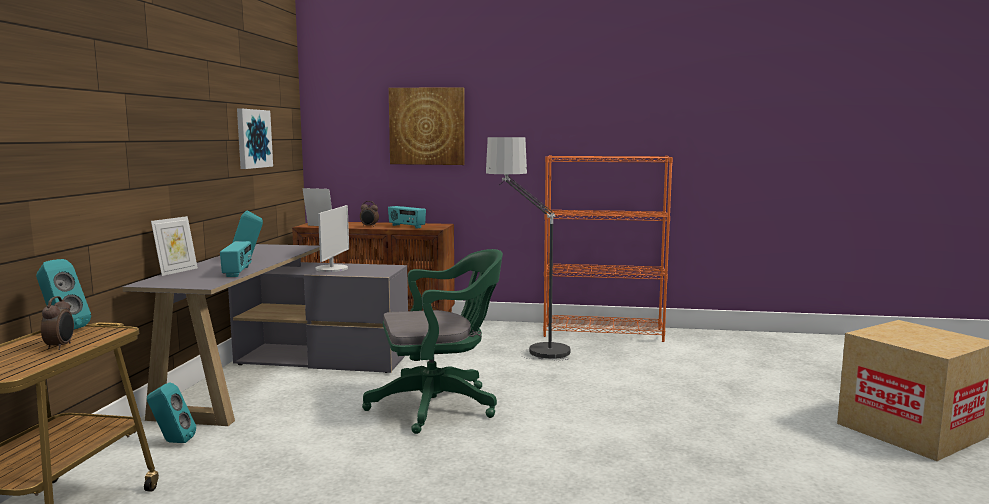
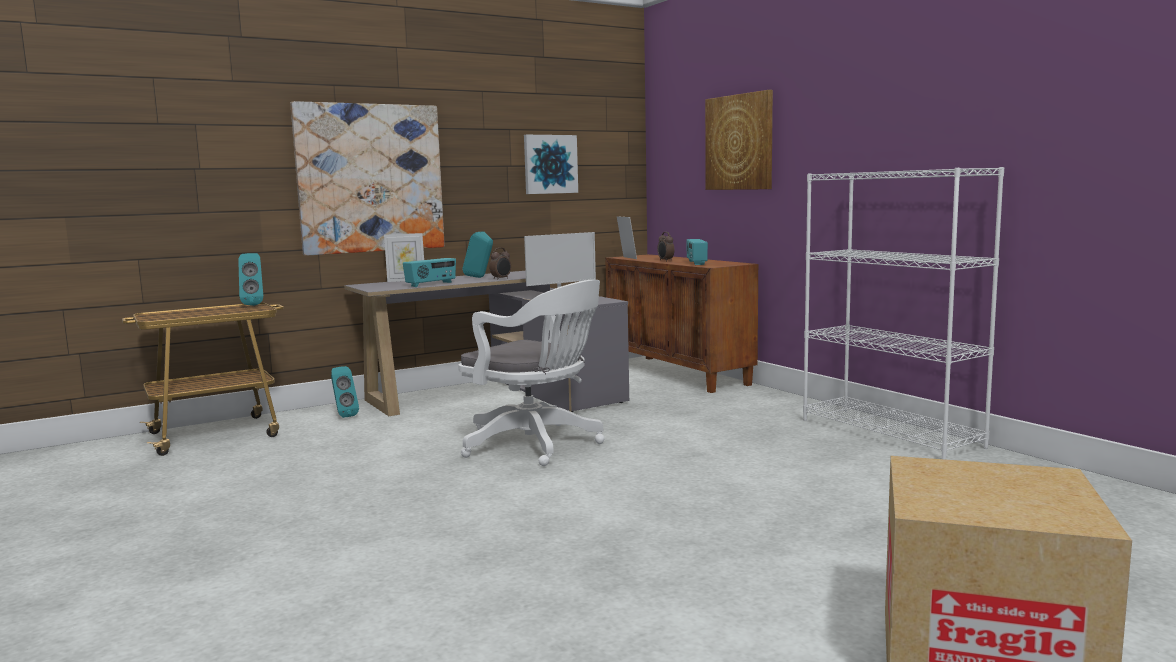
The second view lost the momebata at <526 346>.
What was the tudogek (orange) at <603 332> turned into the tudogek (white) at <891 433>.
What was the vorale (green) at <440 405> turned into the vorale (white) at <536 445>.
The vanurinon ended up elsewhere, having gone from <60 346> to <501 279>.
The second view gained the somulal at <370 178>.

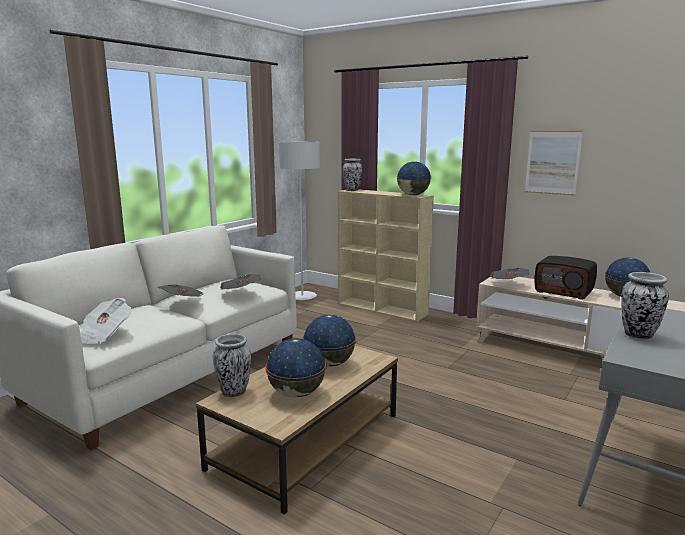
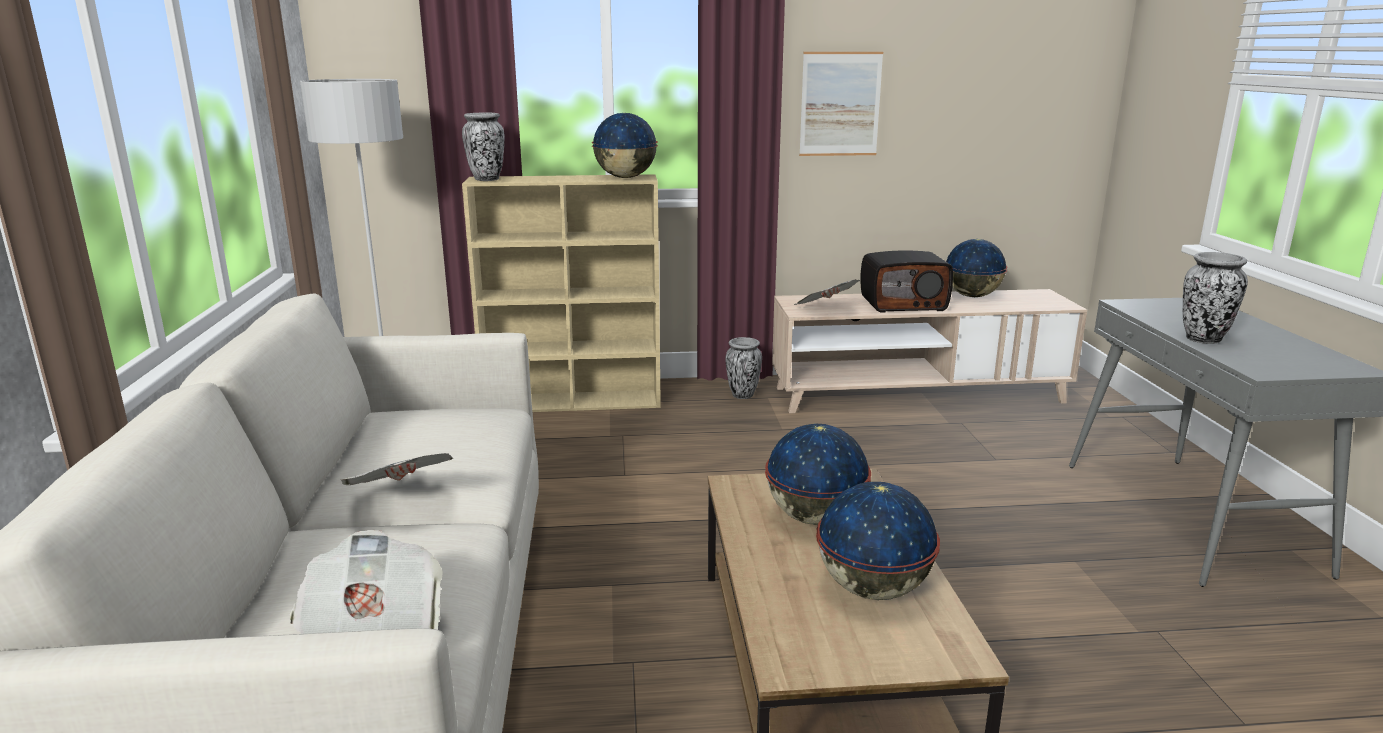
The second view lost the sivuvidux at <241 293>.
The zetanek ended up elsewhere, having gone from <233 392> to <742 395>.

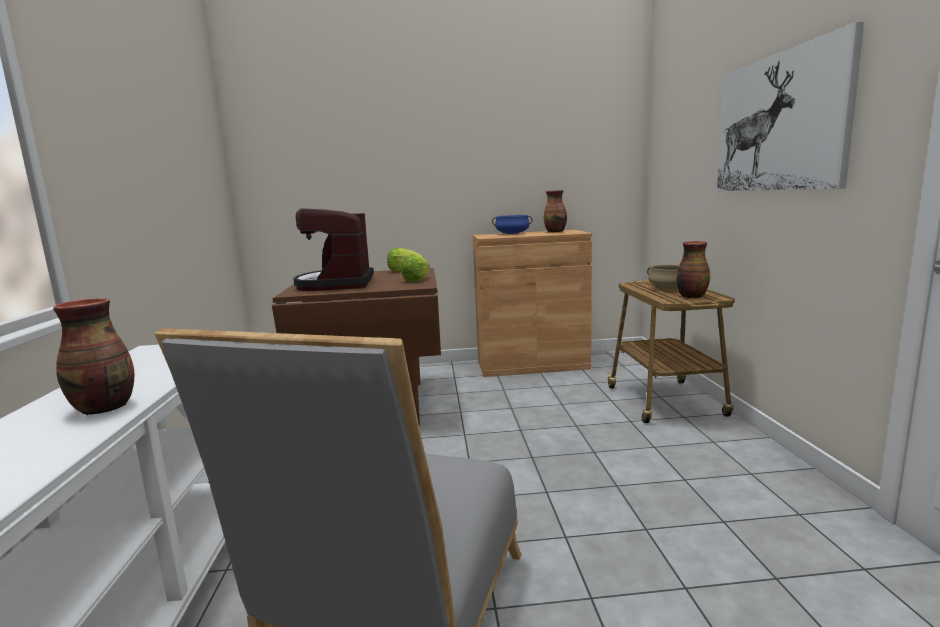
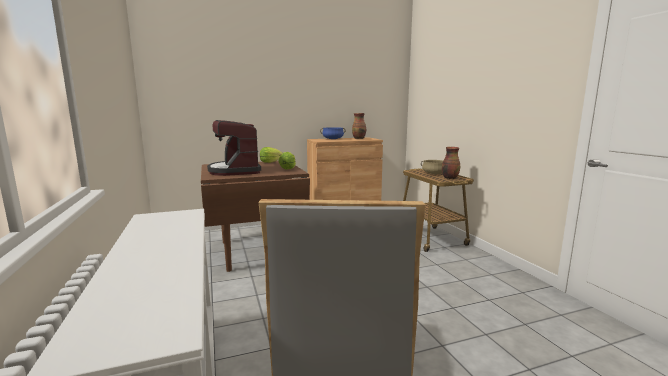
The second view lost the somulal at <778 123>.
The second view lost the zetanek at <106 407>.

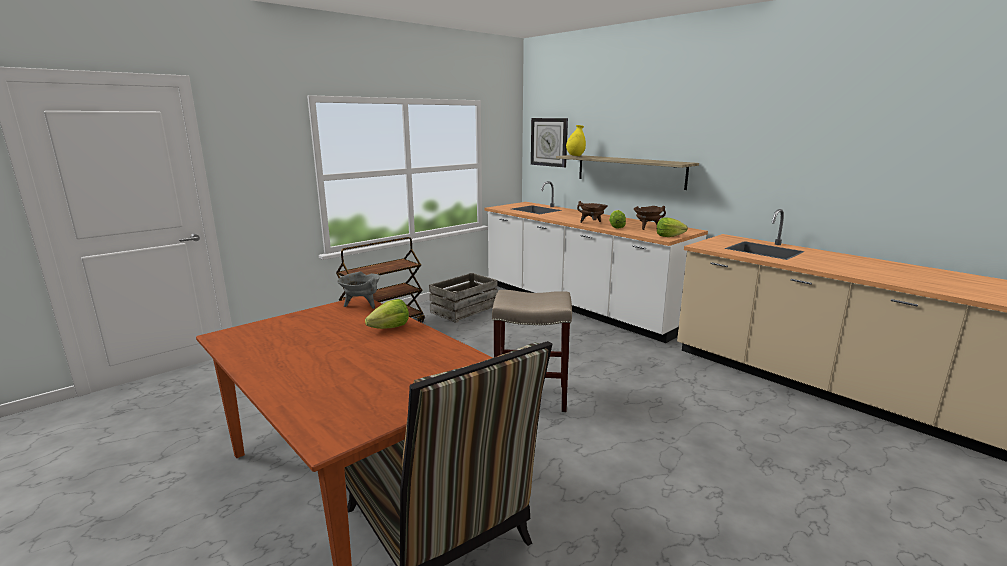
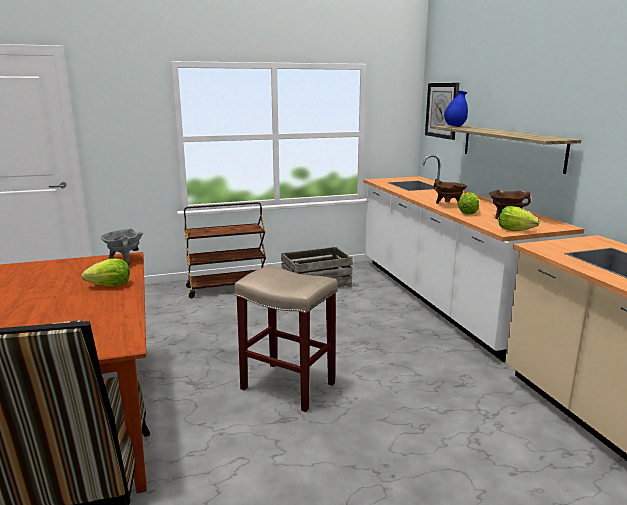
What was the zetanek (yellow) at <575 156> turned into the zetanek (blue) at <455 127>.

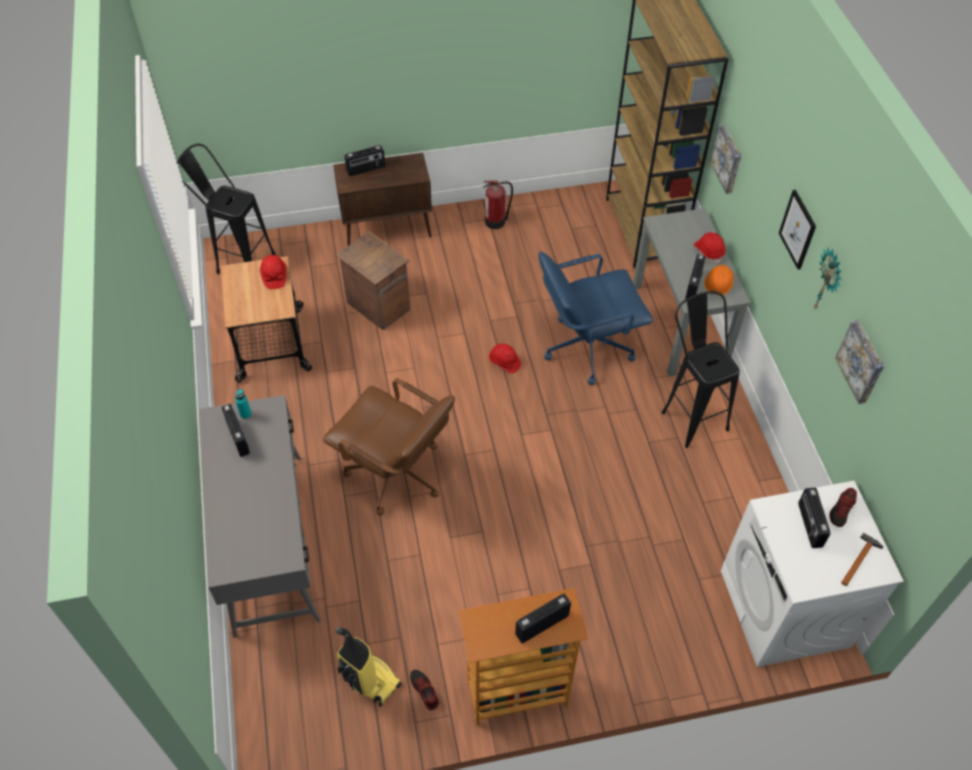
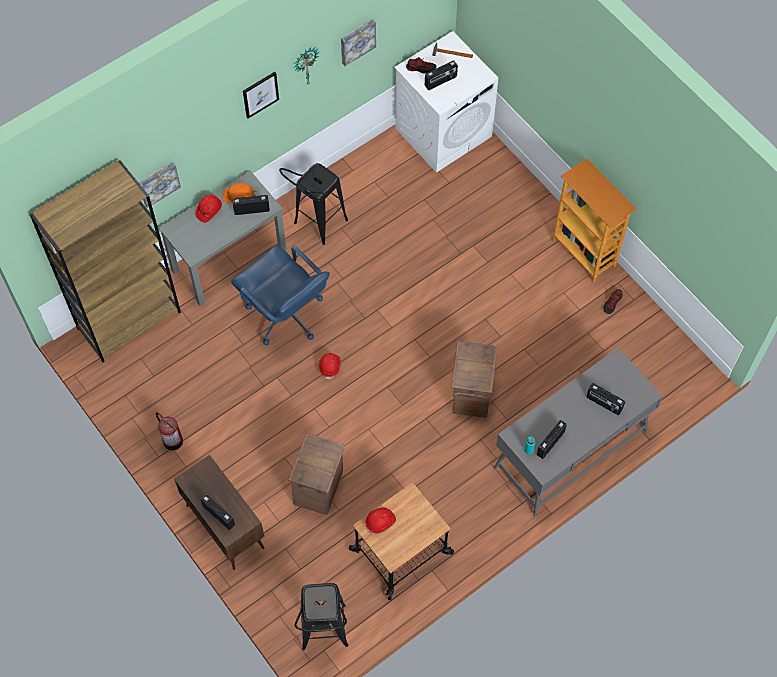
Where the vorale (brown) stood at <395 474>, the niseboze came to stand at <471 394>.
The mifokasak ended up elsewhere, having gone from <541 624> to <603 404>.
The second view lost the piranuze at <368 679>.

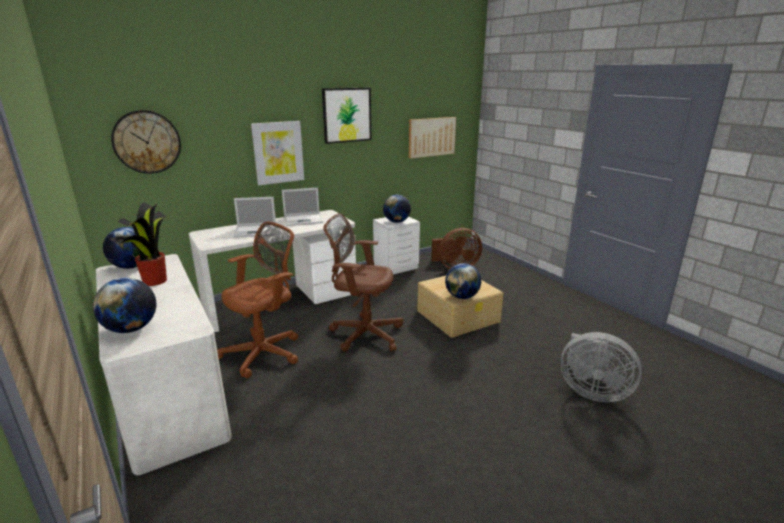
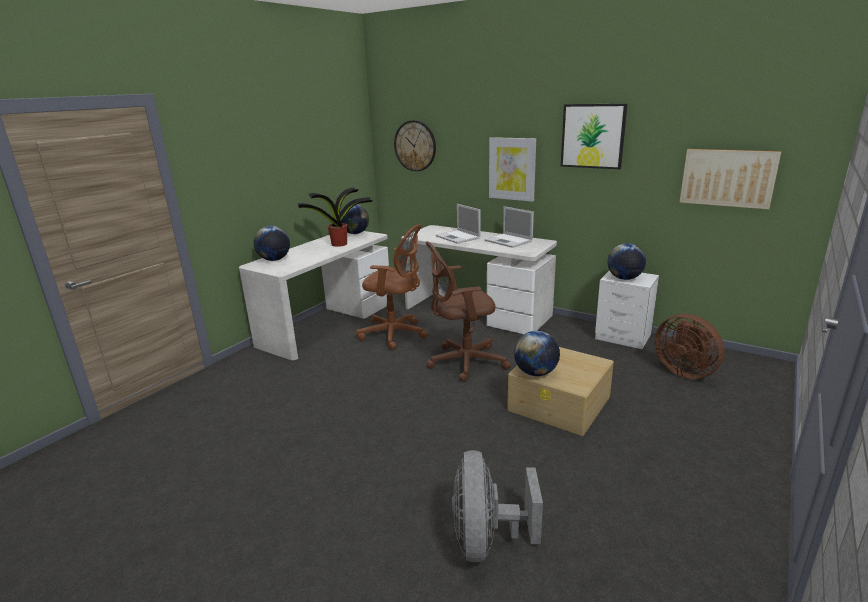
The vorale (brown) at <363 333> ended up facing another way, 90 degrees counterclockwise from before.

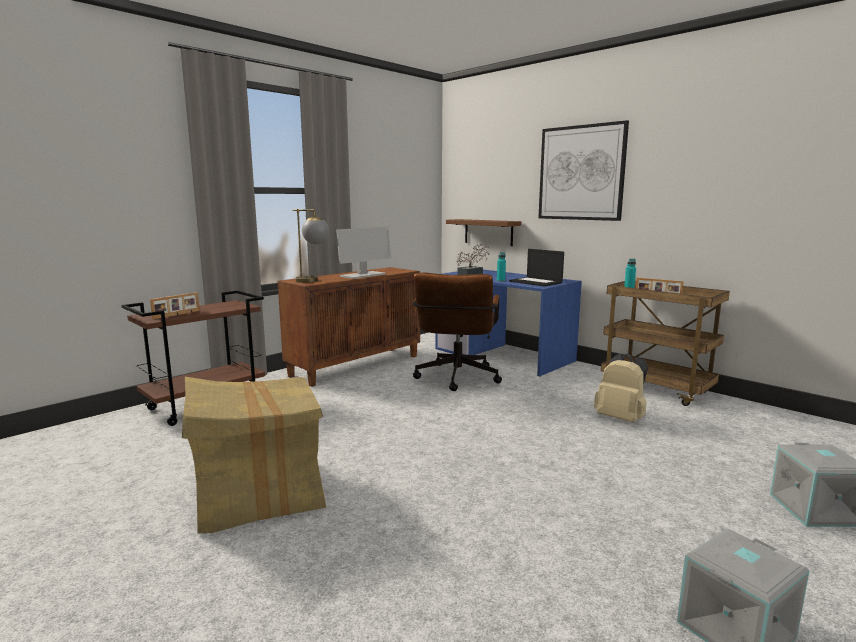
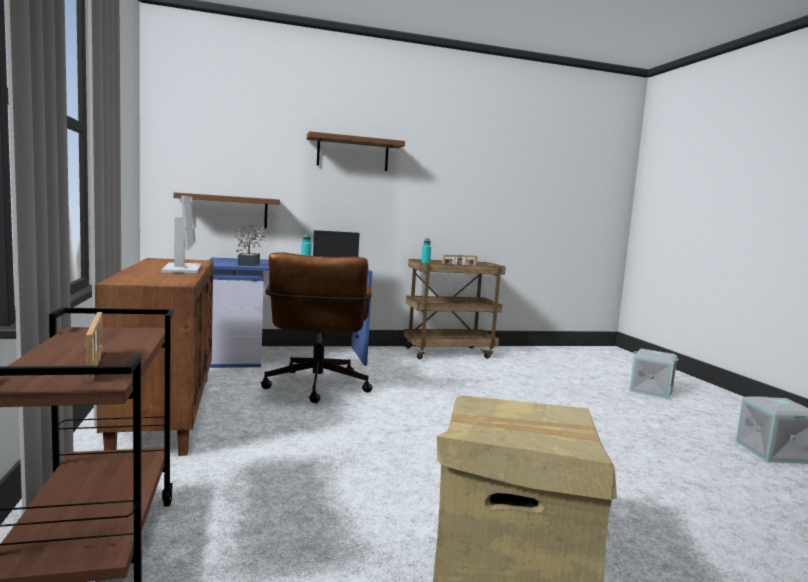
Where the somulal hung at <581 173>, the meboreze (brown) came to hang at <353 153>.
The second view lost the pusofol at <313 281>.
The vorale (brown) at <456 379> ended up facing another way, 45 degrees clockwise from before.
The second view lost the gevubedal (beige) at <621 418>.

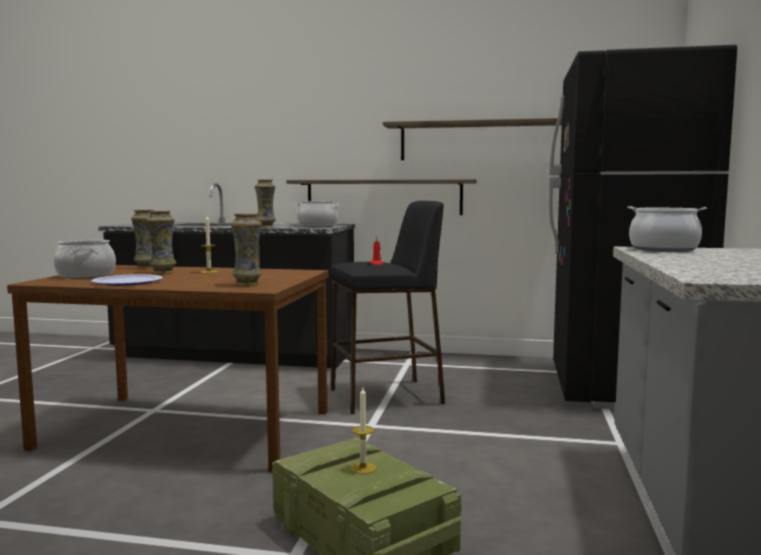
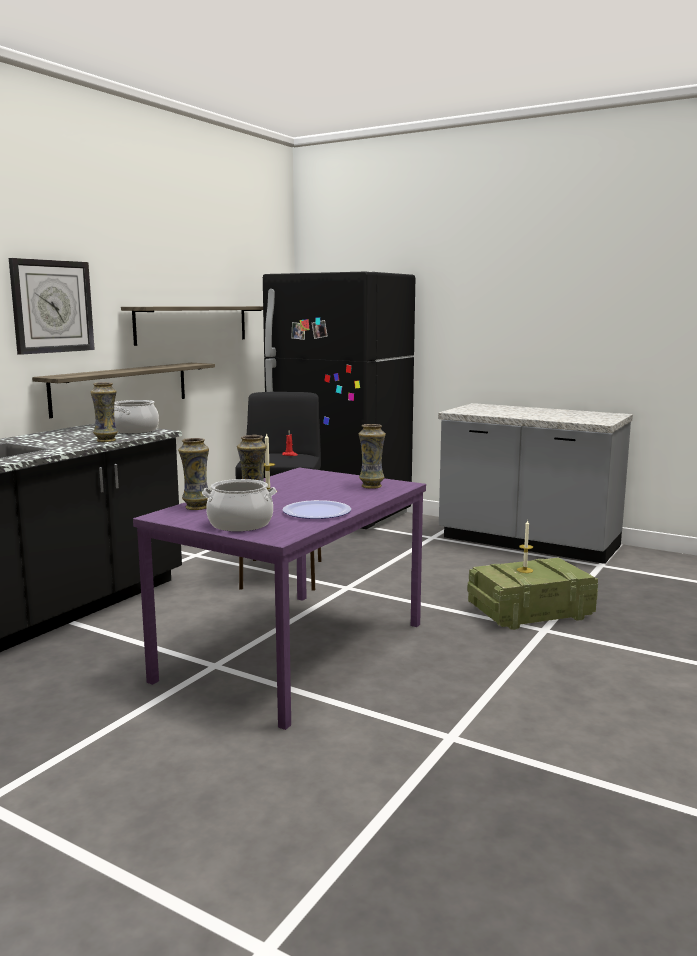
The second view lost the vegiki at <663 250>.
What was the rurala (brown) at <185 430> turned into the rurala (purple) at <295 652>.
The second view gained the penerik at <52 306>.

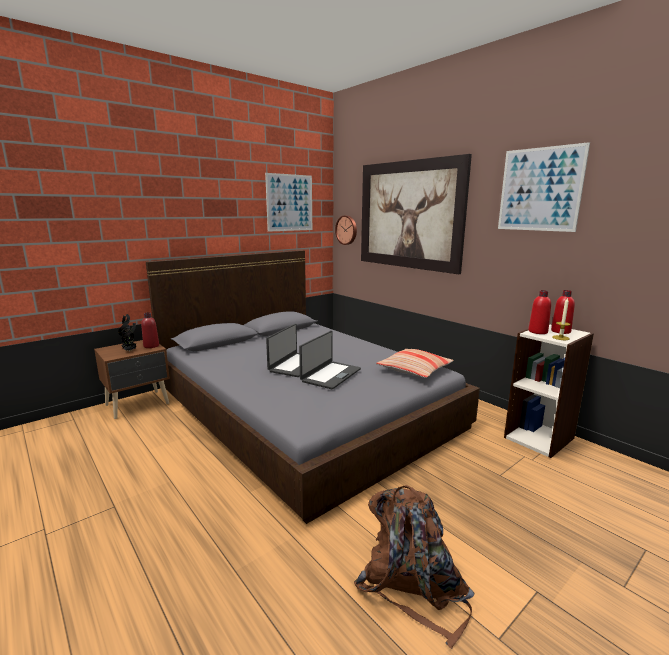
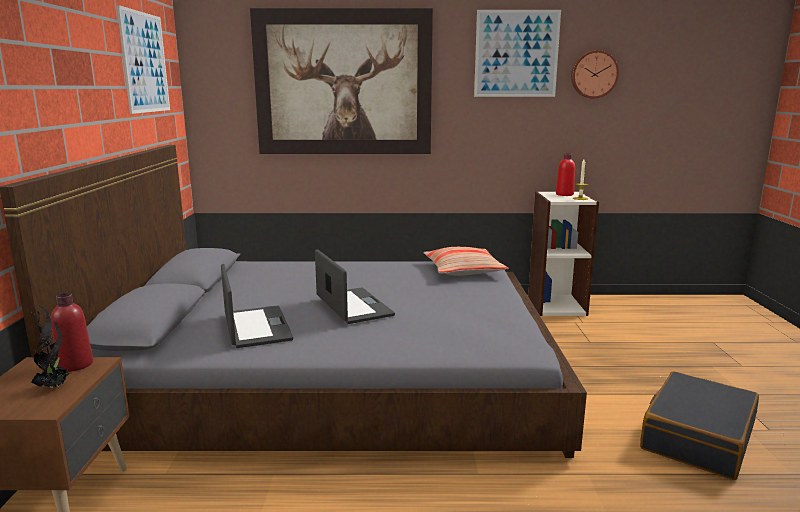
The penerik ended up elsewhere, having gone from <347 230> to <593 74>.
The second view lost the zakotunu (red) at <538 332>.
The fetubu ended up elsewhere, having gone from <330 375> to <256 327>.
Where the gevubedal (brown) stood at <413 584>, the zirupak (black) came to stand at <696 438>.

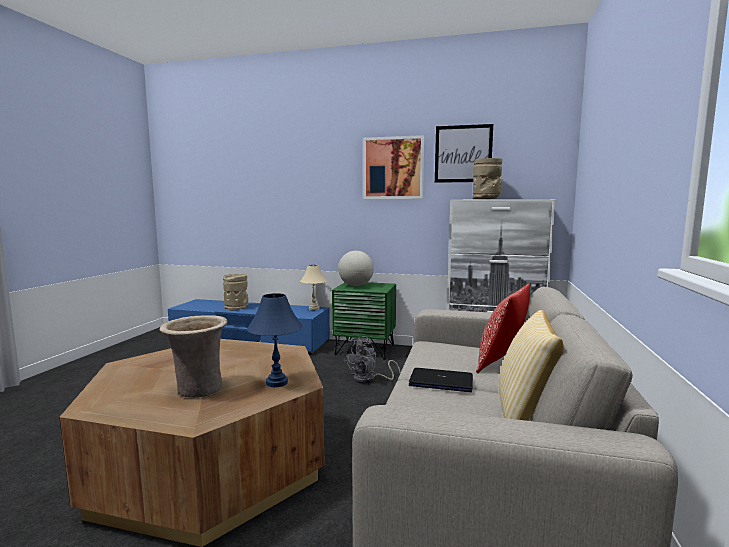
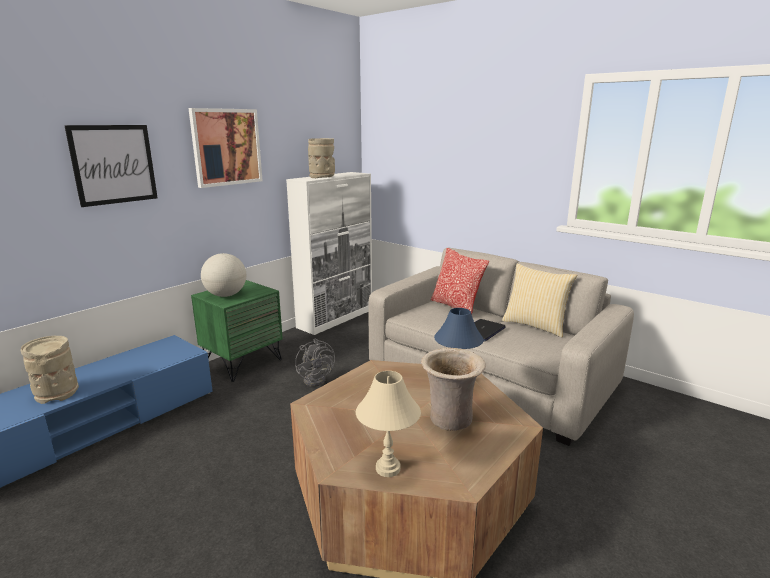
The somulal ended up elsewhere, having gone from <463 154> to <114 164>.
The pusofol (beige) ended up elsewhere, having gone from <314 309> to <388 468>.

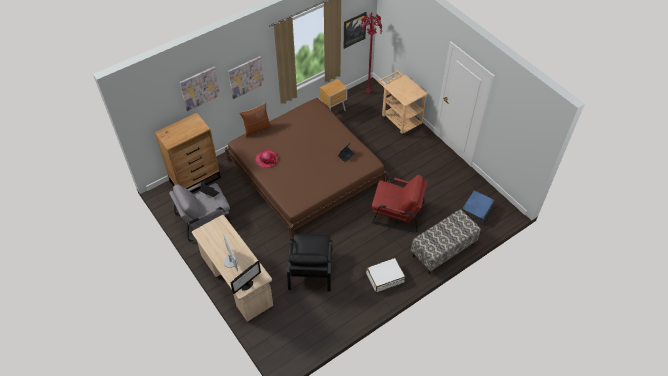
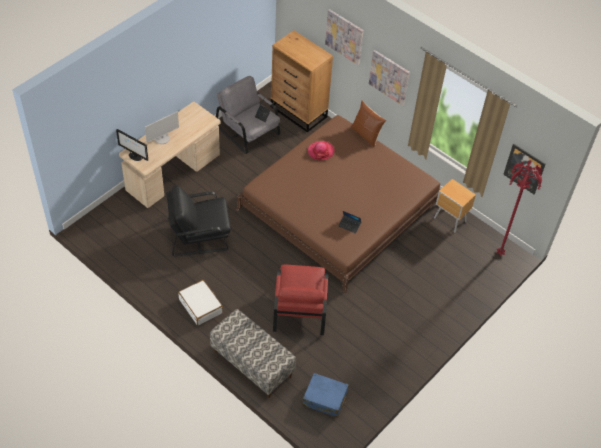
The second view lost the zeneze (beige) at <399 118>.

